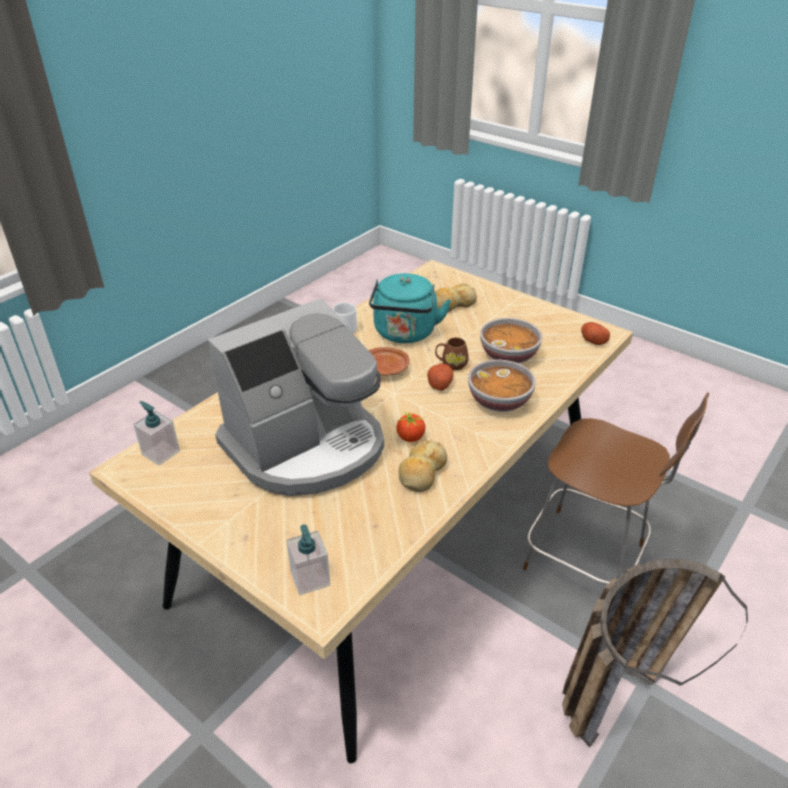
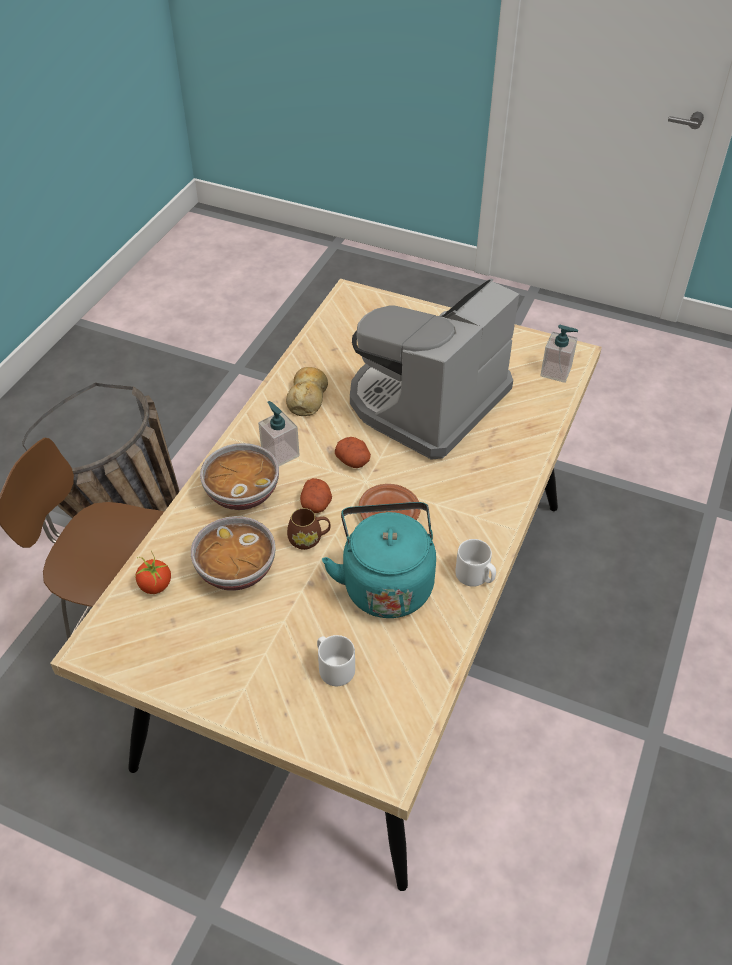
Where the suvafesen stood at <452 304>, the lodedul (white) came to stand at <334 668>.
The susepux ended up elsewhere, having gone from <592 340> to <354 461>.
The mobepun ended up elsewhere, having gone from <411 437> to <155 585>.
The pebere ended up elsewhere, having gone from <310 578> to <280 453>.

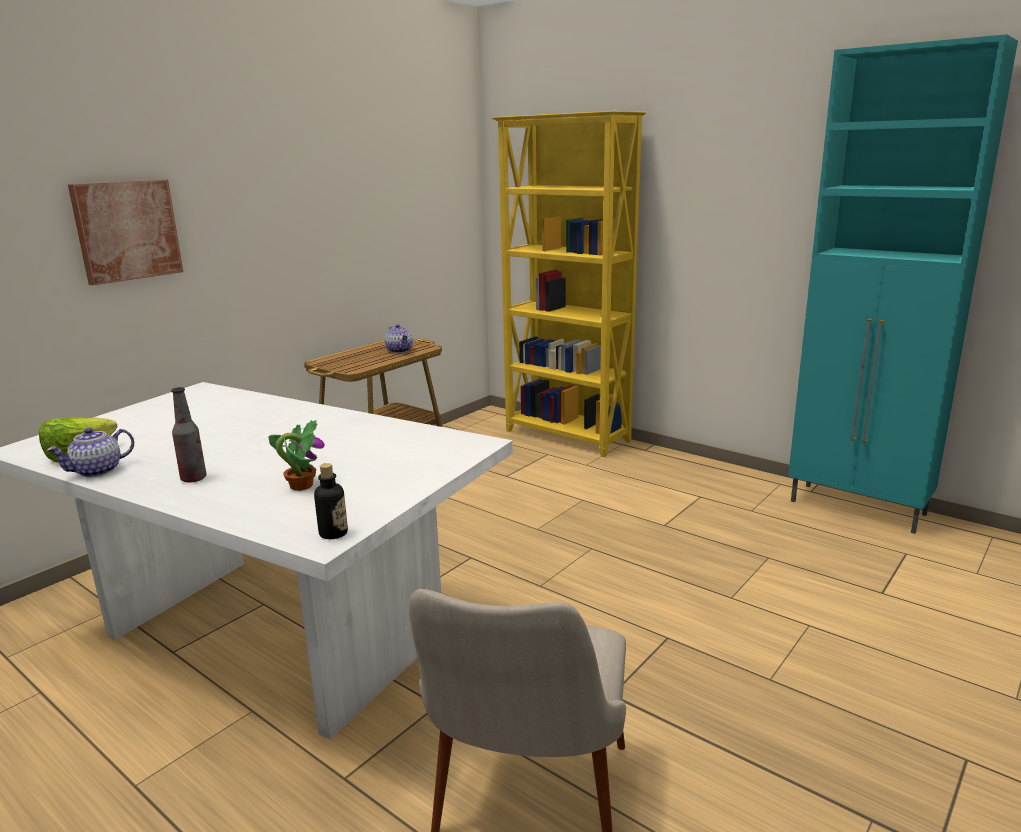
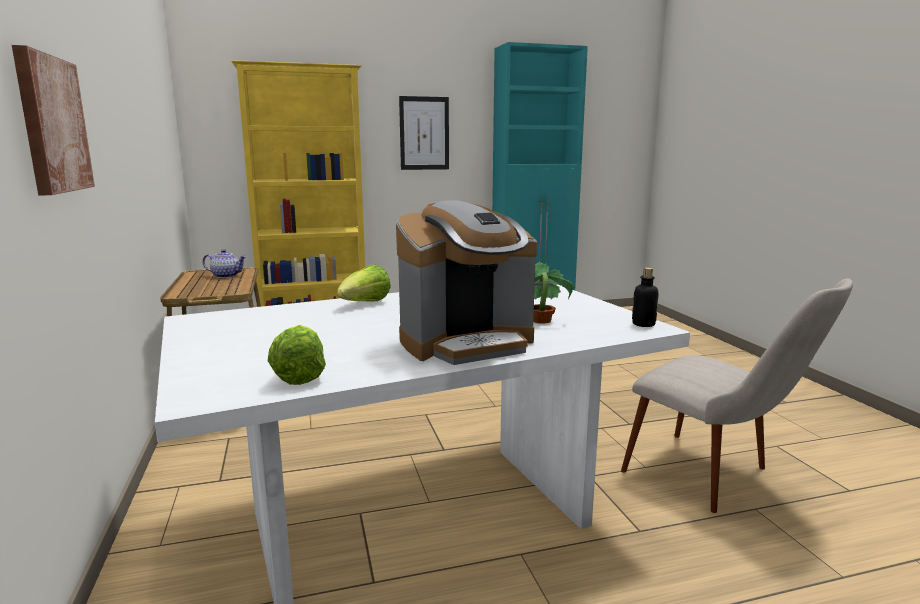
Where the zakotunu stood at <193 479>, the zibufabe came to stand at <467 343>.
The second view lost the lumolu at <98 471>.
The second view gained the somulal at <424 133>.
The second view gained the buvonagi at <365 304>.

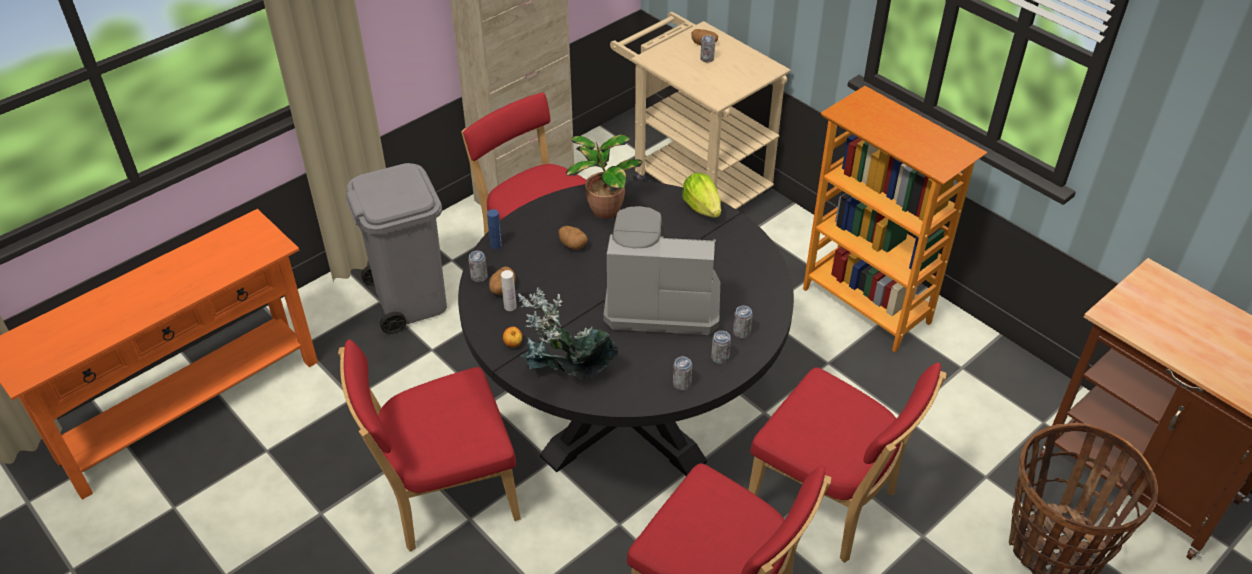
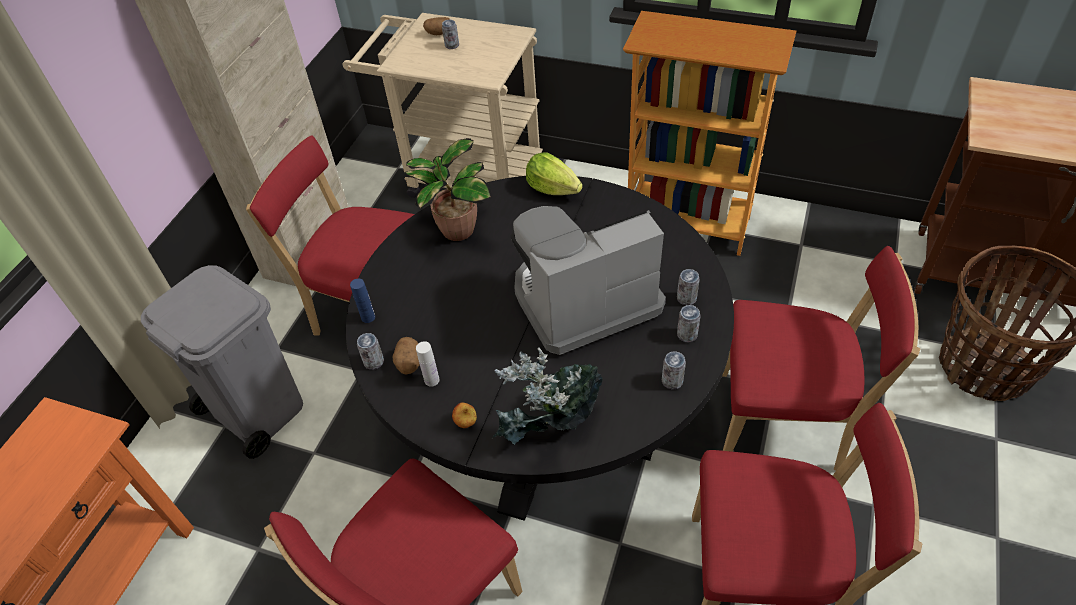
The second view lost the susepux at <572 245>.

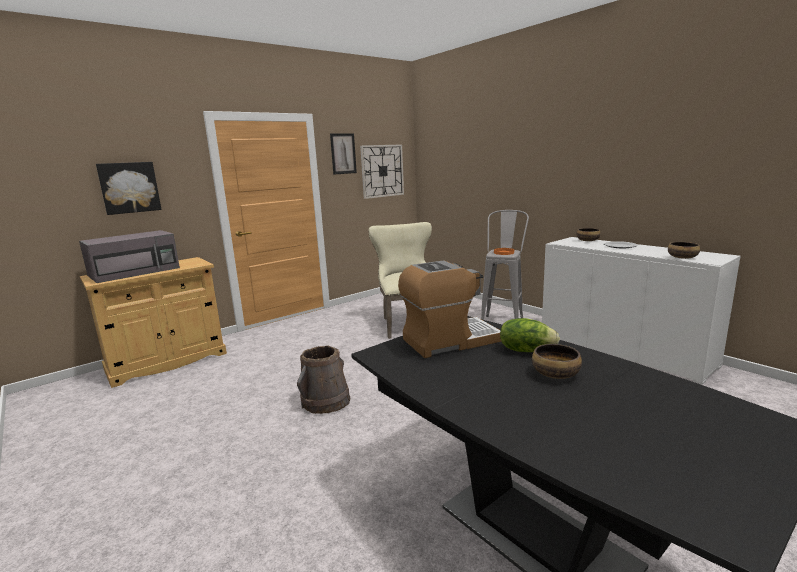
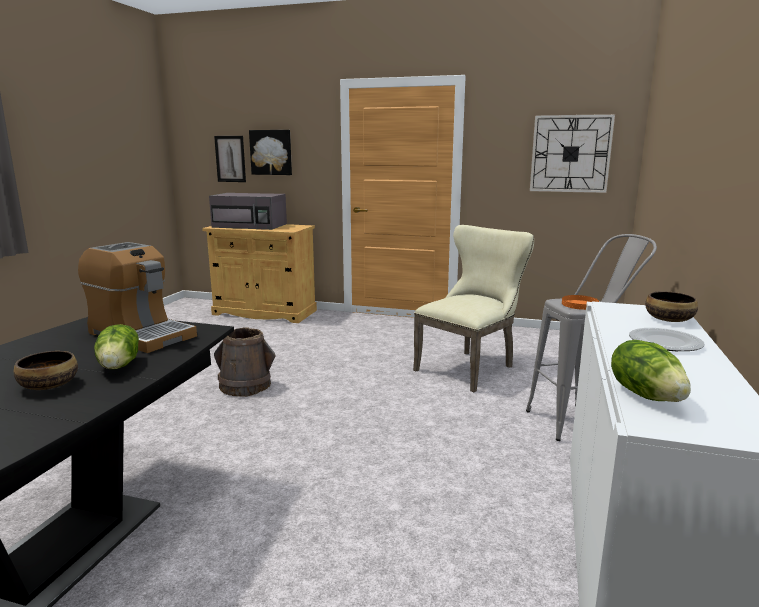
The somulal ended up elsewhere, having gone from <343 153> to <230 159>.
Where the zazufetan stood at <682 257>, the buvonagi came to stand at <646 395>.

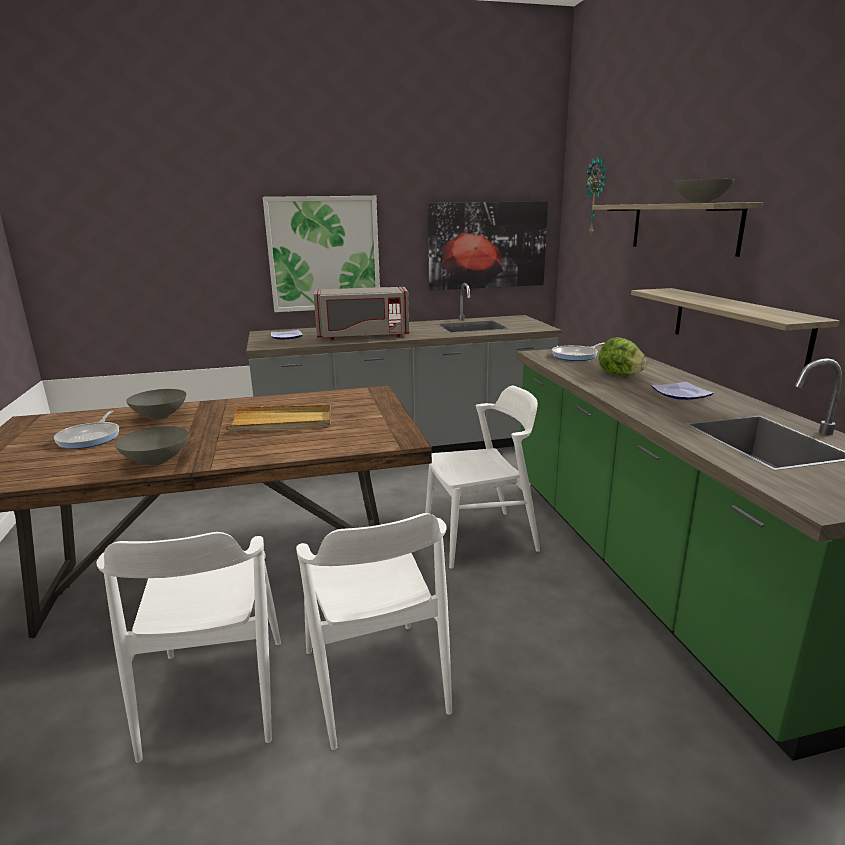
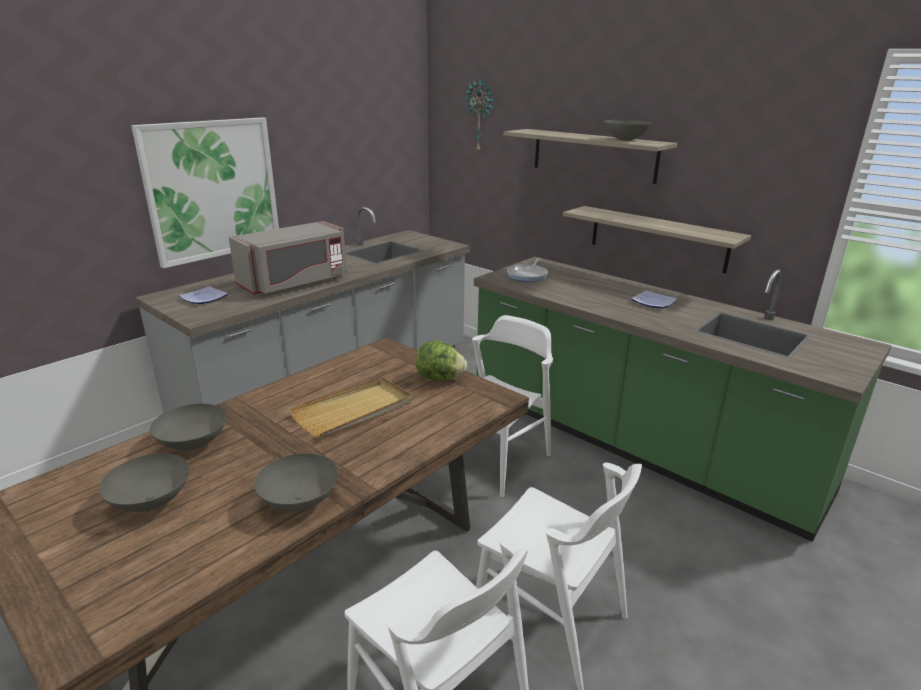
The second view lost the somulal at <487 245>.
The buvonagi ended up elsewhere, having gone from <620 375> to <440 379>.
Where the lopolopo stood at <91 437>, the zazufetan (grey) came to stand at <152 501>.

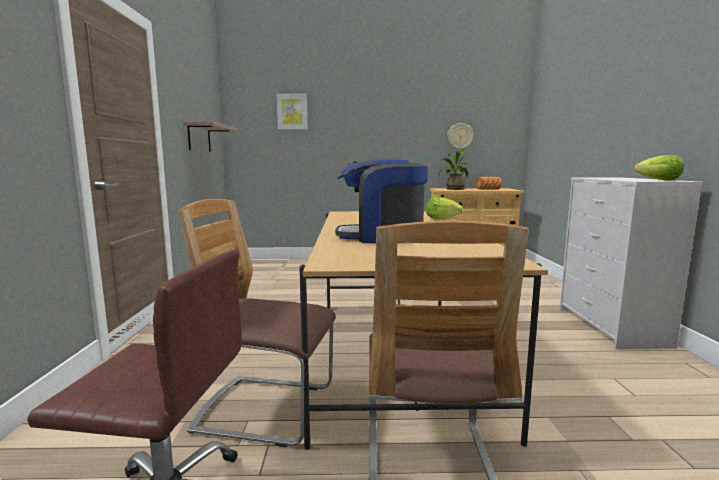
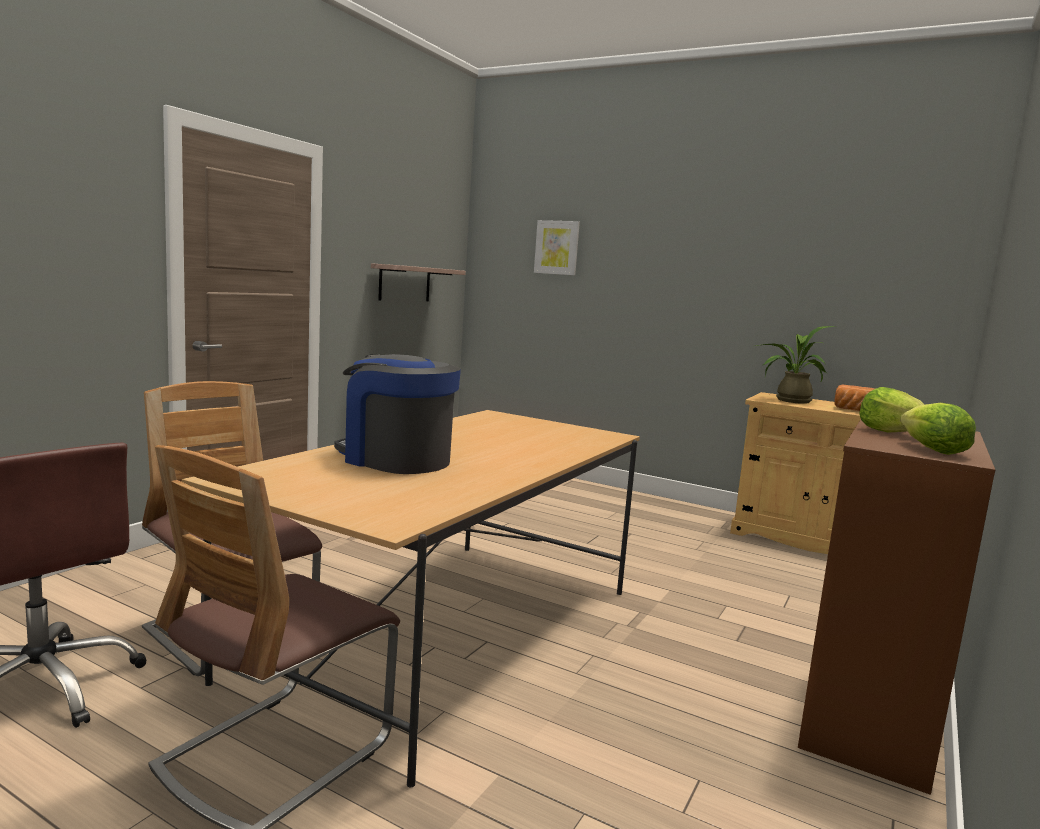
The second view lost the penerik at <460 136>.
What was the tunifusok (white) at <612 327> turned into the tunifusok (brown) at <869 718>.
The buvonagi ended up elsewhere, having gone from <442 219> to <890 432>.

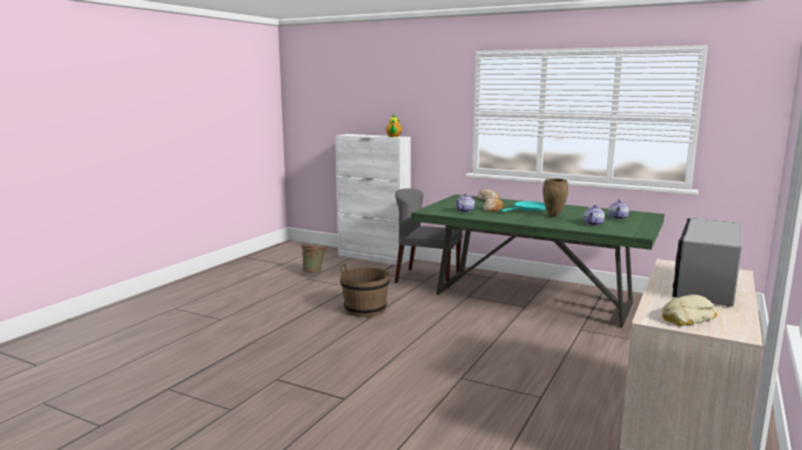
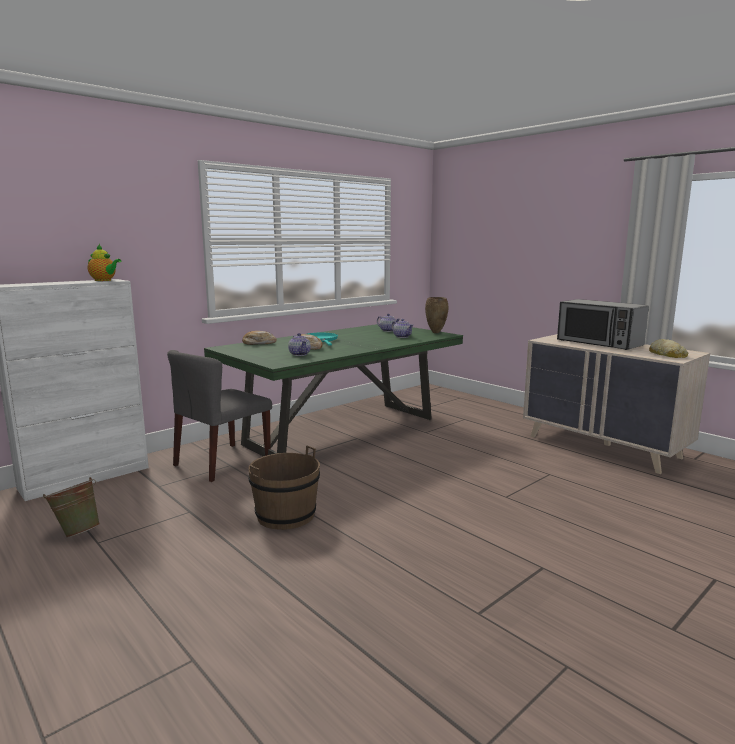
The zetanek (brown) ended up elsewhere, having gone from <553 216> to <436 333>.

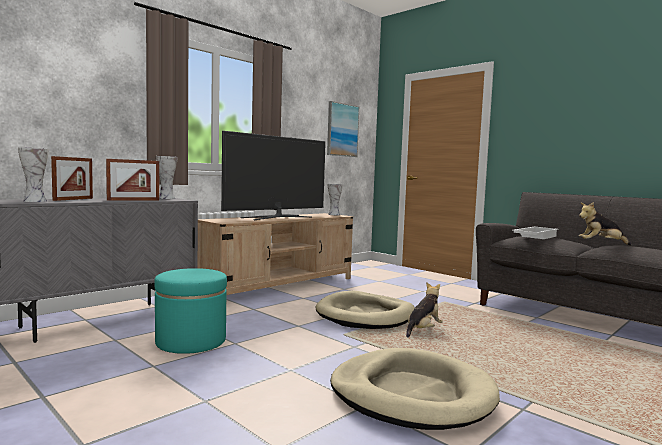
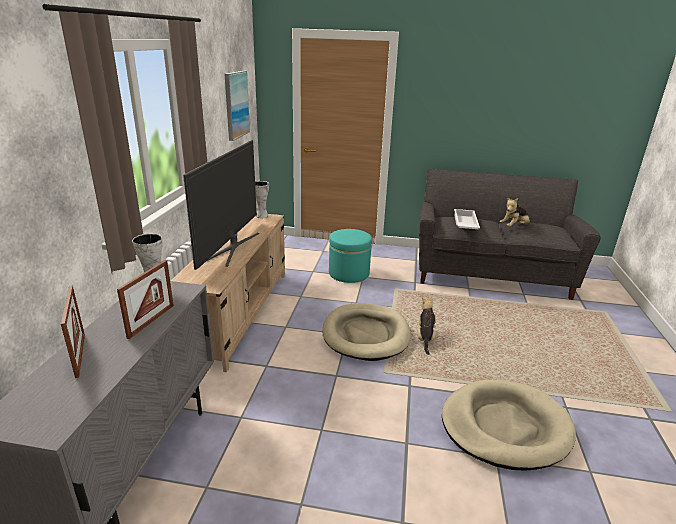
The second view lost the zetanek at <34 201>.
The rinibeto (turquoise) ended up elsewhere, having gone from <191 341> to <349 273>.

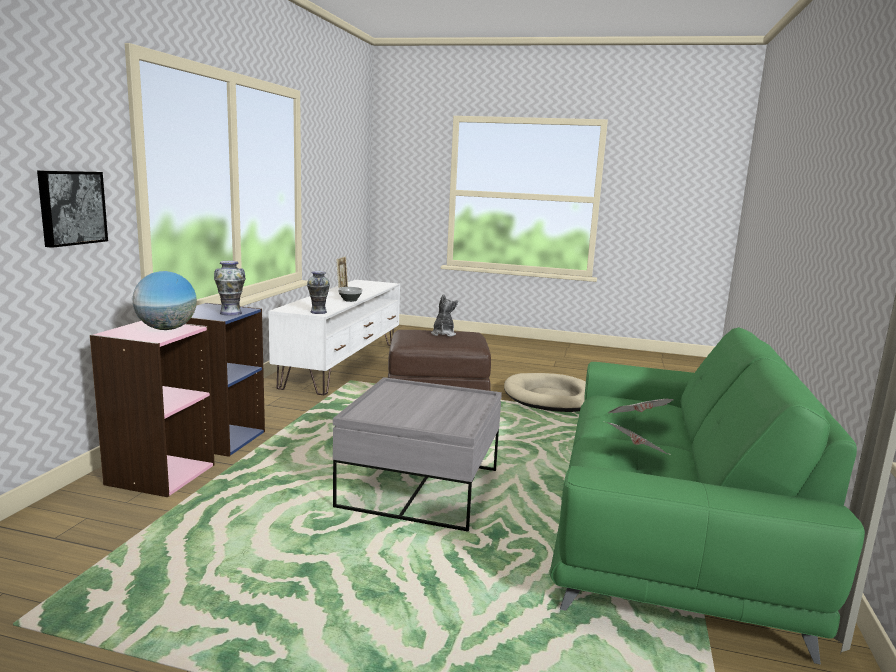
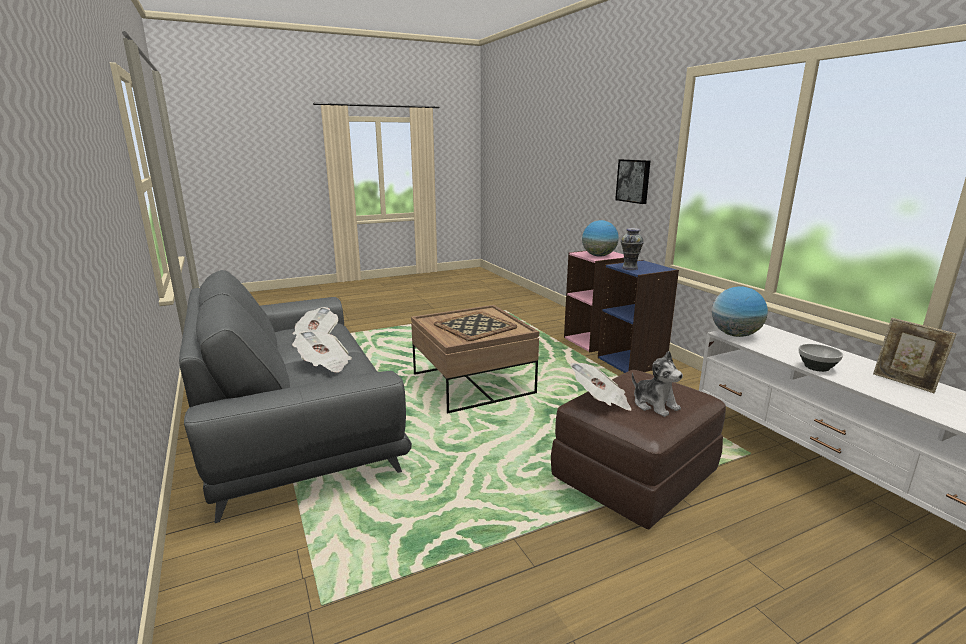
Where the zetanek stood at <319 312>, the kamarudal came to stand at <735 335>.
What was the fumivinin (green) at <669 528> turned into the fumivinin (grey) at <295 423>.
The second view lost the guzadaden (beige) at <551 398>.
What was the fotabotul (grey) at <420 488> turned into the fotabotul (brown) at <472 384>.
The second view gained the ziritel at <475 326>.
The second view gained the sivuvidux at <600 401>.

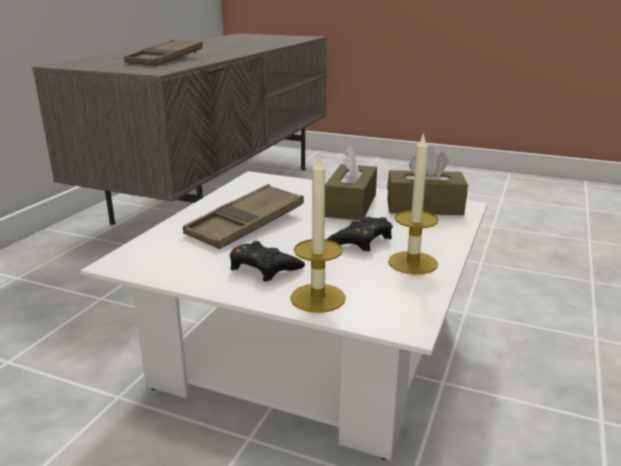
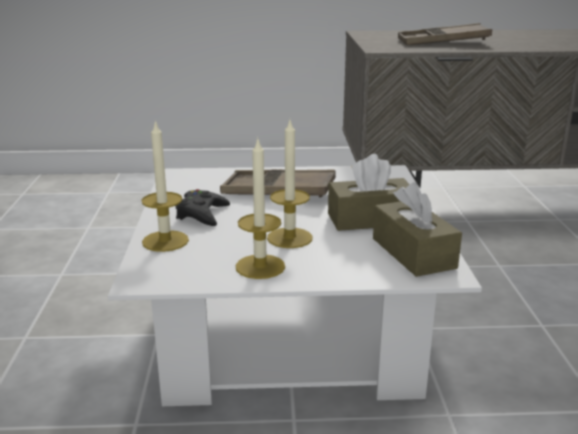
Where the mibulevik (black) stood at <361 240>, the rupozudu came to stand at <289 238>.

